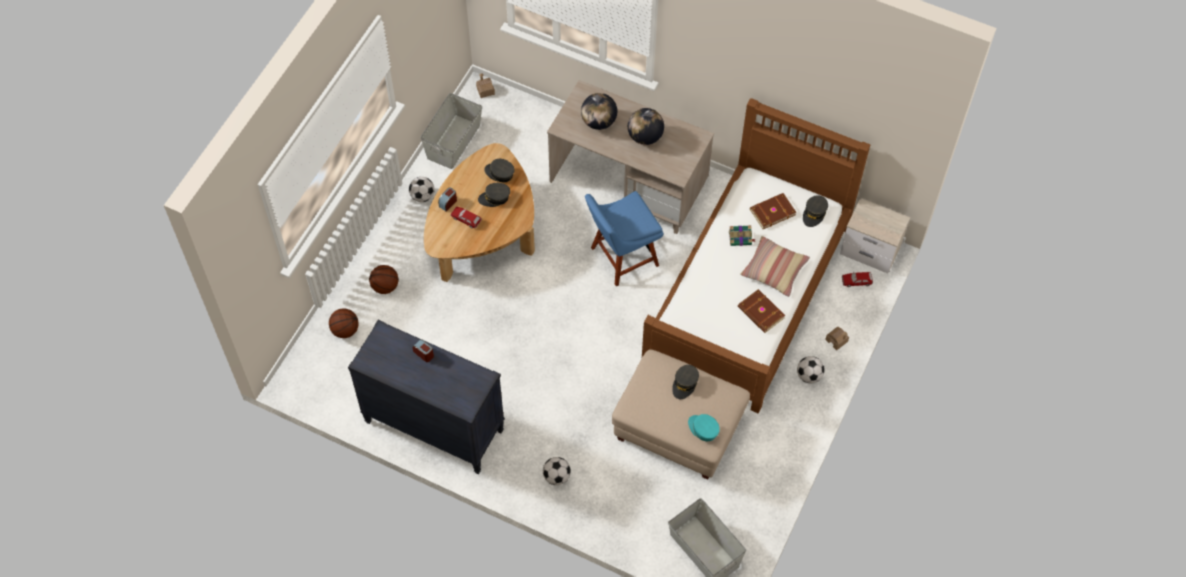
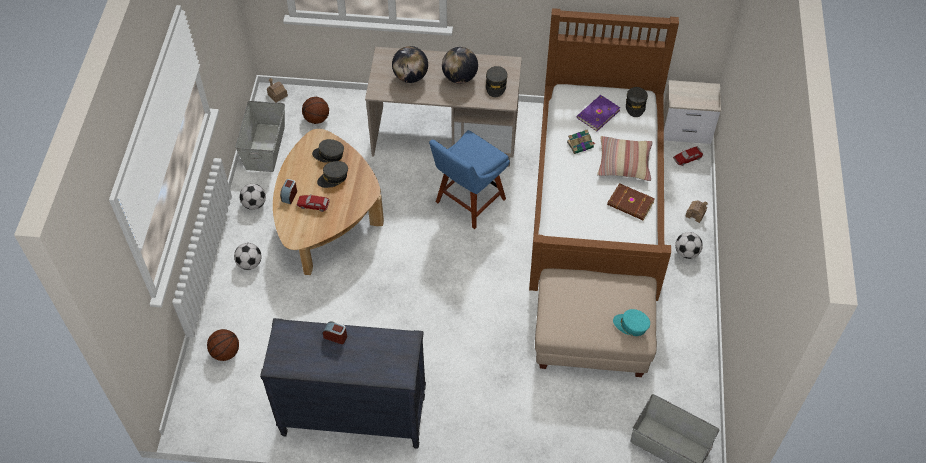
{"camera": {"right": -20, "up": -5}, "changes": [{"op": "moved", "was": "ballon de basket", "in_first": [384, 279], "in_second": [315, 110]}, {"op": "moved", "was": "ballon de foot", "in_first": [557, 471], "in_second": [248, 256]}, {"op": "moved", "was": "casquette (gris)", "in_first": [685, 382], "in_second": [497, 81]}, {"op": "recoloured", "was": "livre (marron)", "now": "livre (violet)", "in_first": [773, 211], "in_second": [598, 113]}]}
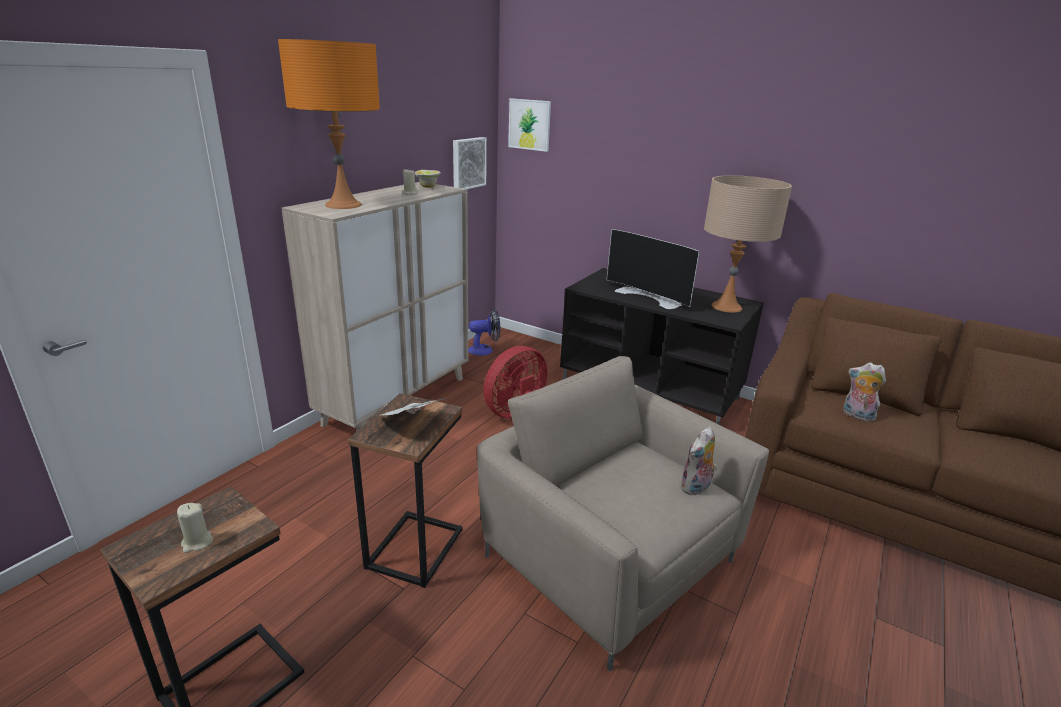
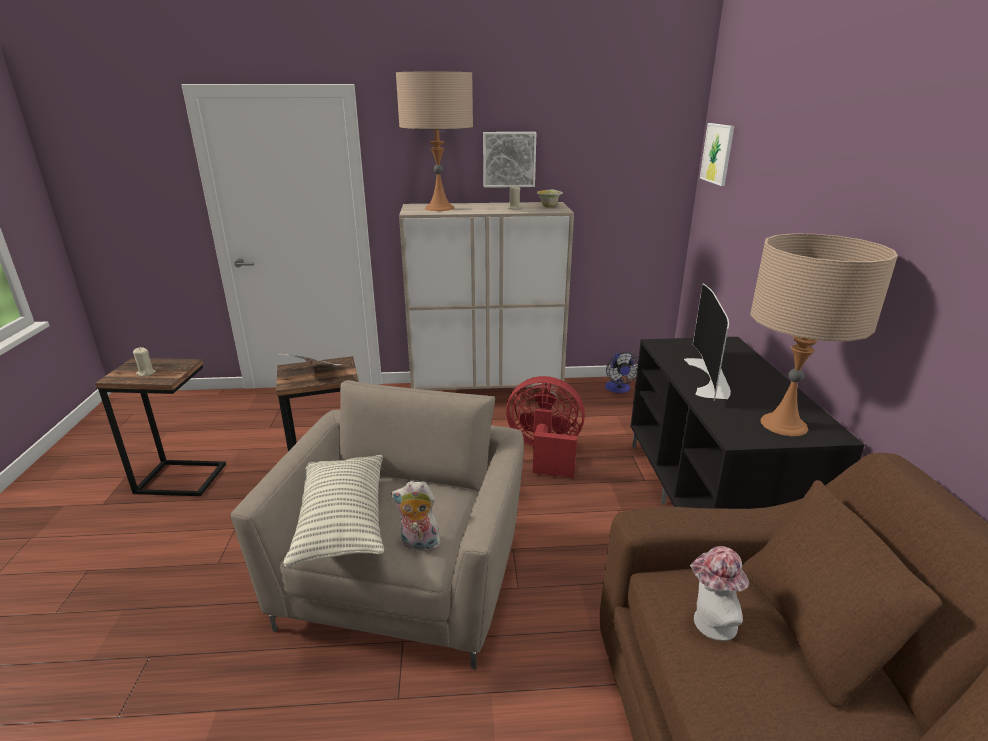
{"camera": {"right": 55, "up": 0}, "changes": [{"op": "recoloured", "was": "lampe de table (orange)", "now": "lampe de table (beige)", "in_first": [329, 124], "in_second": [434, 141]}, {"op": "moved", "was": "tableau", "in_first": [470, 163], "in_second": [510, 160]}, {"op": "turned", "was": "ventilateur", "in_first": [484, 332], "in_second": [621, 372], "clockwise": 45}, {"op": "replaced", "was": "peluche", "now": "chapeau", "in_first": [864, 392], "in_second": [719, 593]}, {"op": "added", "now": "coussin", "in_second": [334, 511]}]}
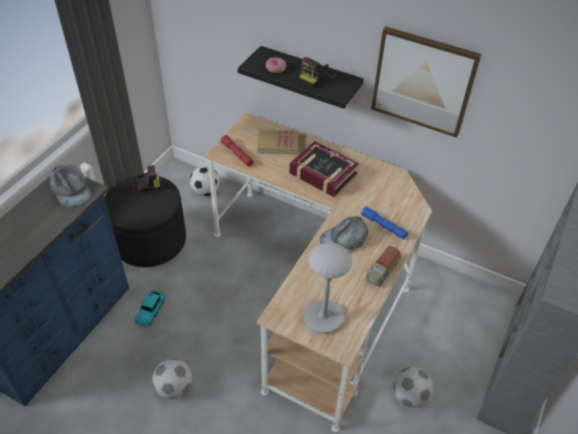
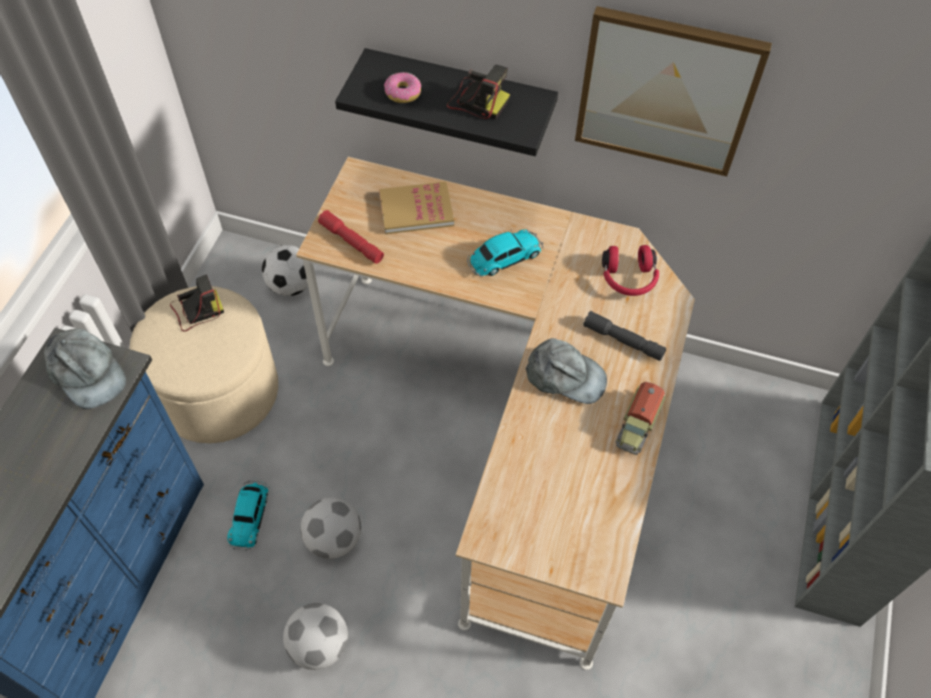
{"camera": {"right": -10, "up": 10}, "changes": [{"op": "recoloured", "was": "pouf (noir)", "now": "pouf (beige)", "in_first": [145, 221], "in_second": [204, 364]}, {"op": "replaced", "was": "livre", "now": "petite voiture", "in_first": [324, 169], "in_second": [505, 253]}, {"op": "turned", "was": "appareil photo", "in_first": [317, 72], "in_second": [478, 92], "clockwise": -90}, {"op": "removed", "was": "lampe de table (gris)", "in_first": [328, 288]}, {"op": "turned", "was": "casquette (gris)", "in_first": [344, 233], "in_second": [566, 371], "clockwise": -120}, {"op": "recoloured", "was": "lampe de poche (bleu)", "now": "lampe de poche (gris)", "in_first": [384, 222], "in_second": [624, 336]}, {"op": "moved", "was": "ballon de foot", "in_first": [413, 387], "in_second": [330, 528]}, {"op": "added", "now": "casque audio (rouge)", "in_second": [630, 270]}]}
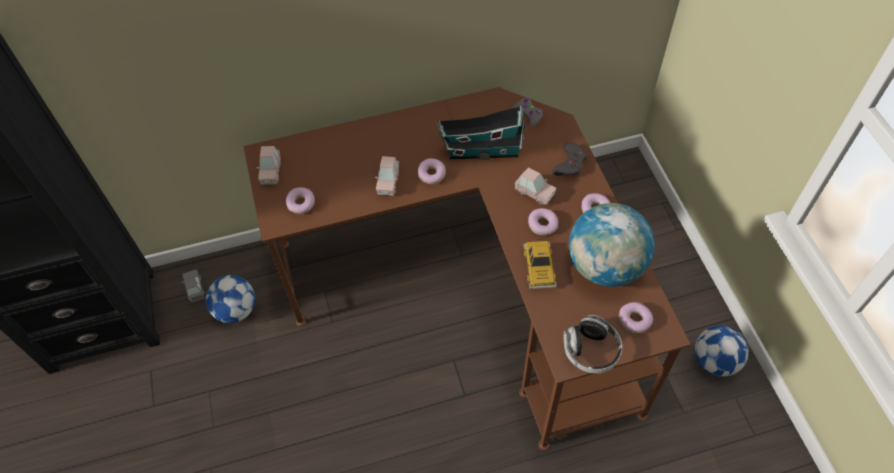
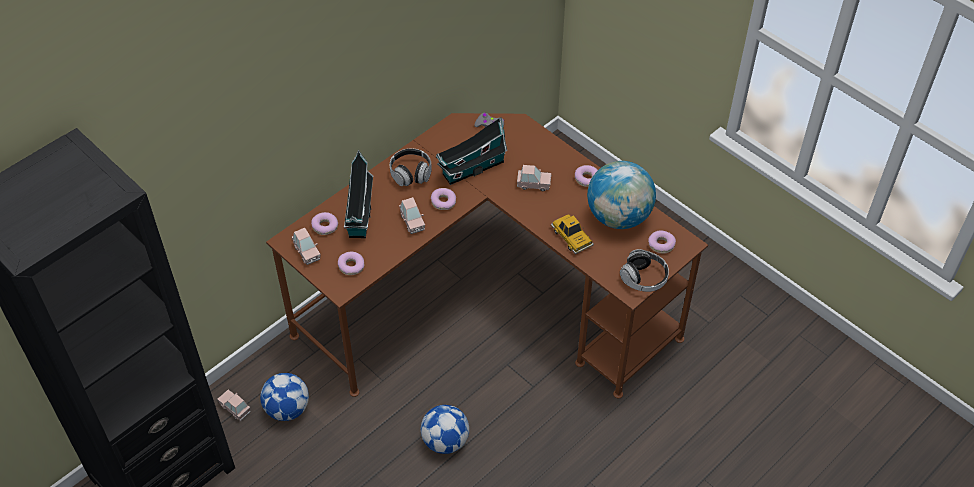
{"camera": {"right": -30, "up": -5}, "changes": [{"op": "recoloured", "was": "petite voiture (gris)", "now": "petite voiture (rose)", "in_first": [193, 286], "in_second": [234, 405]}, {"op": "moved", "was": "beignet", "in_first": [543, 221], "in_second": [324, 223]}, {"op": "removed", "was": "manette (gris)", "in_first": [569, 159]}, {"op": "moved", "was": "ballon de foot", "in_first": [721, 351], "in_second": [445, 429]}, {"op": "added", "now": "maison miniature", "in_second": [358, 194]}, {"op": "added", "now": "casque audio", "in_second": [411, 167]}]}
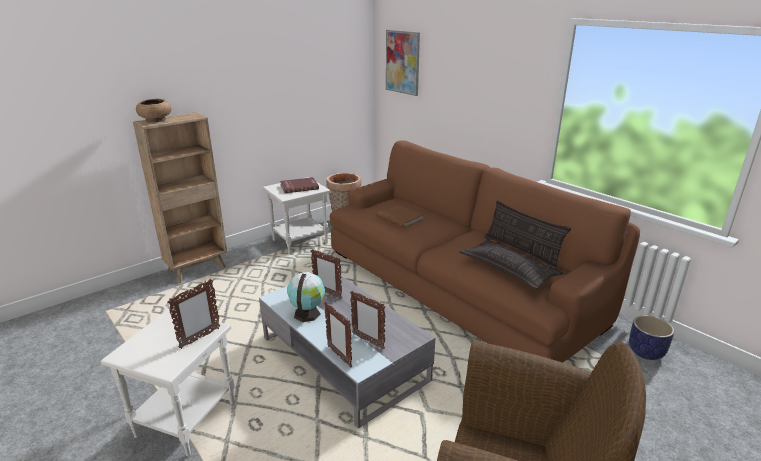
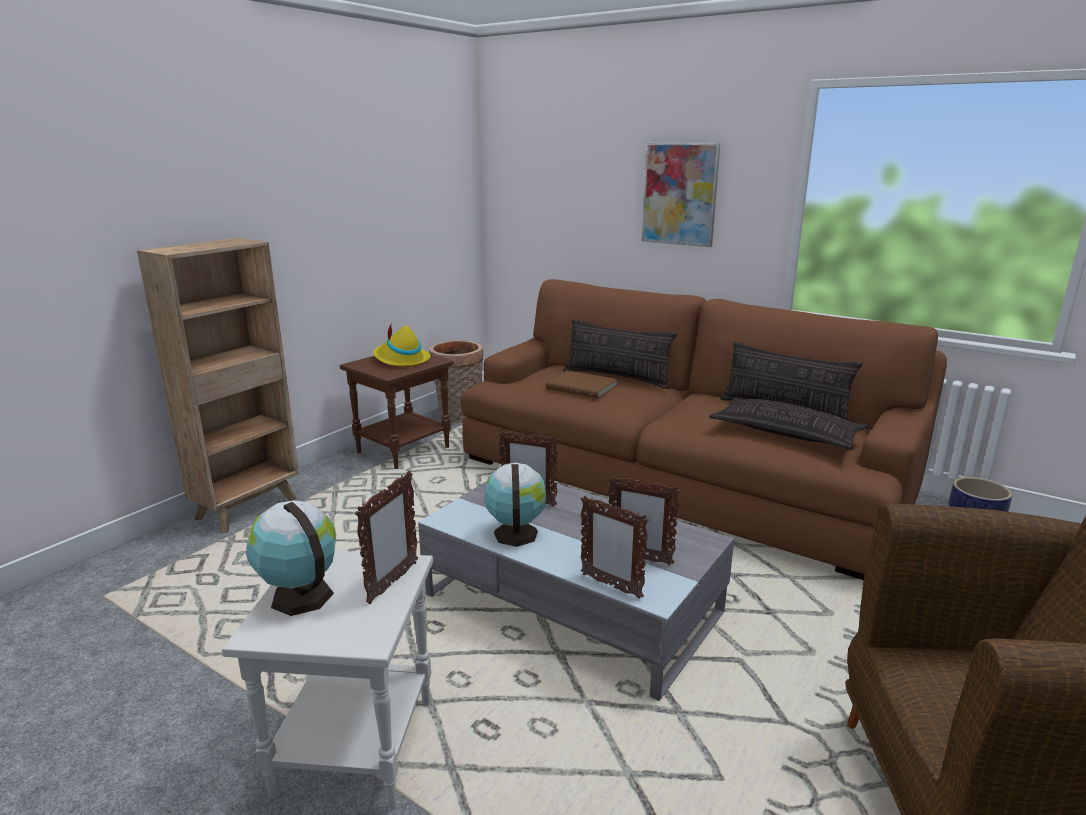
{"camera": {"right": -15, "up": -5}, "changes": [{"op": "removed", "was": "bol (marron)", "in_first": [153, 111]}, {"op": "recoloured", "was": "table d'appoint (blanc)", "now": "table d'appoint (marron)", "in_first": [296, 215], "in_second": [397, 411]}, {"op": "replaced", "was": "livre (rouge)", "now": "chapeau (jaune)", "in_first": [299, 185], "in_second": [402, 346]}, {"op": "moved", "was": "tableau", "in_first": [403, 63], "in_second": [681, 194]}, {"op": "added", "now": "globe", "in_second": [291, 558]}, {"op": "added", "now": "coussin", "in_second": [620, 354]}]}
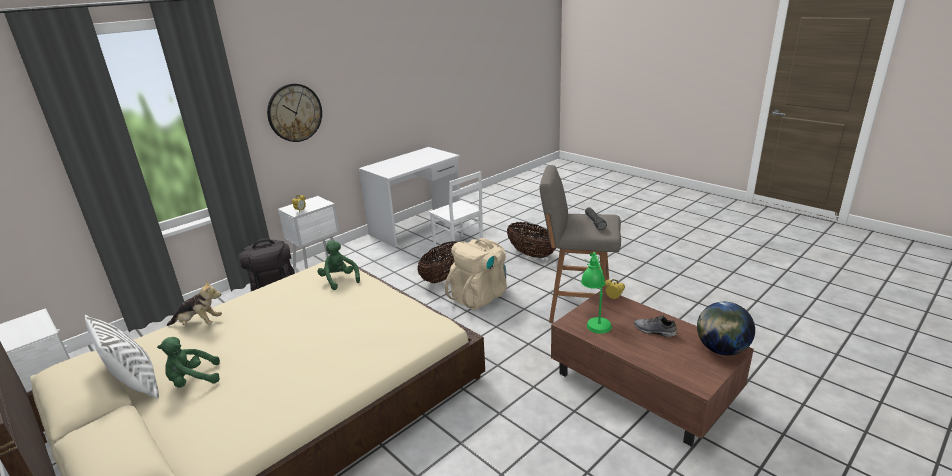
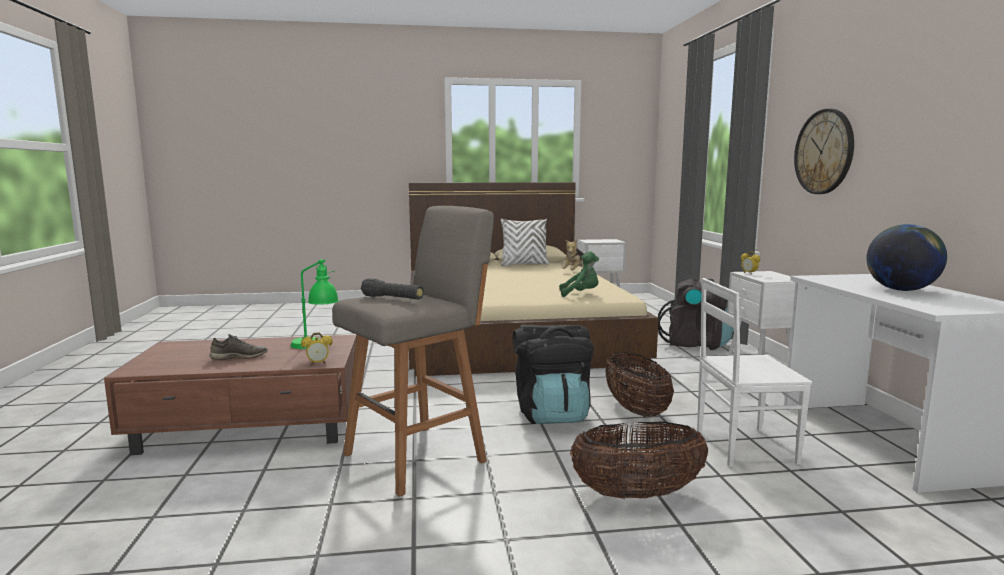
{"camera": {"right": 125, "up": -15}, "changes": [{"op": "removed", "was": "peluche (vert)", "in_first": [188, 362]}, {"op": "recoloured", "was": "sac à dos (beige)", "now": "sac à dos (noir)", "in_first": [476, 274], "in_second": [553, 374]}, {"op": "moved", "was": "globe", "in_first": [726, 328], "in_second": [906, 257]}]}
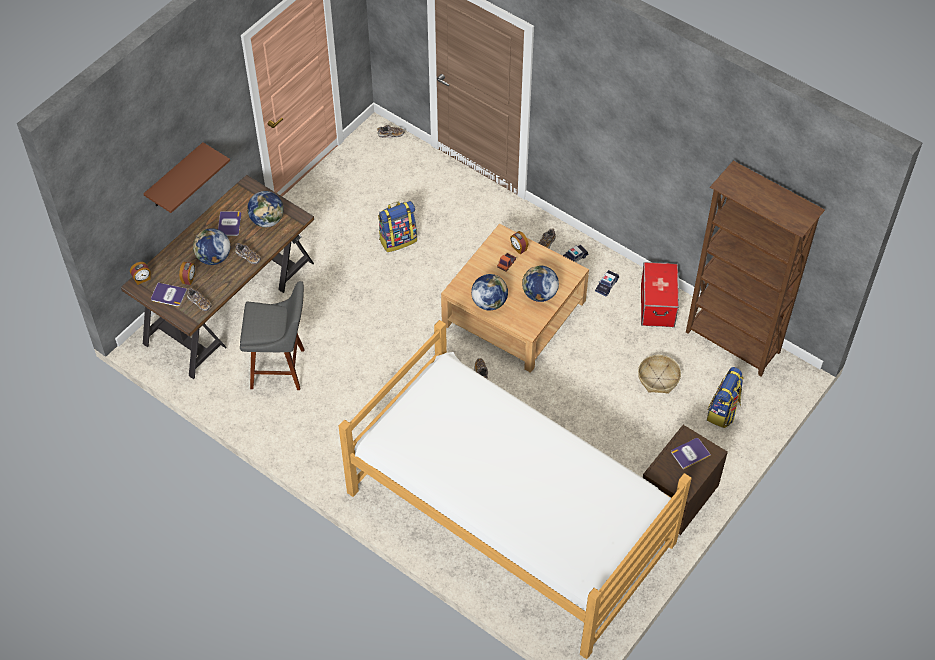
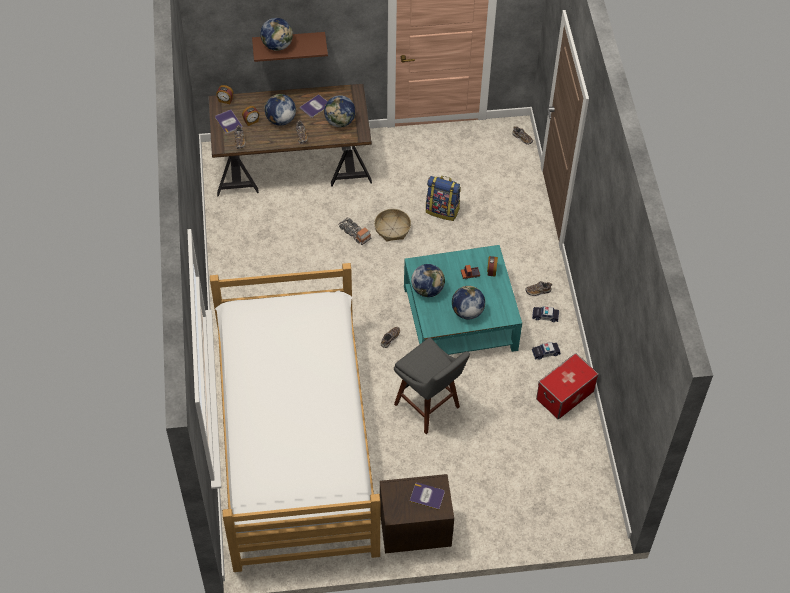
{"camera": {"right": 45, "up": 0}, "changes": [{"op": "moved", "was": "tabouret (gris)", "in_first": [272, 335], "in_second": [432, 385]}, {"op": "recoloured", "was": "table basse (beige)", "now": "table basse (turquoise)", "in_first": [515, 298], "in_second": [463, 300]}, {"op": "moved", "was": "panier", "in_first": [659, 374], "in_second": [392, 225]}, {"op": "removed", "was": "bibliothèque (marron)", "in_first": [755, 268]}, {"op": "removed", "was": "sac à dos", "in_first": [725, 397]}, {"op": "added", "now": "globe", "in_second": [276, 34]}, {"op": "added", "now": "camion jouet", "in_second": [354, 231]}]}
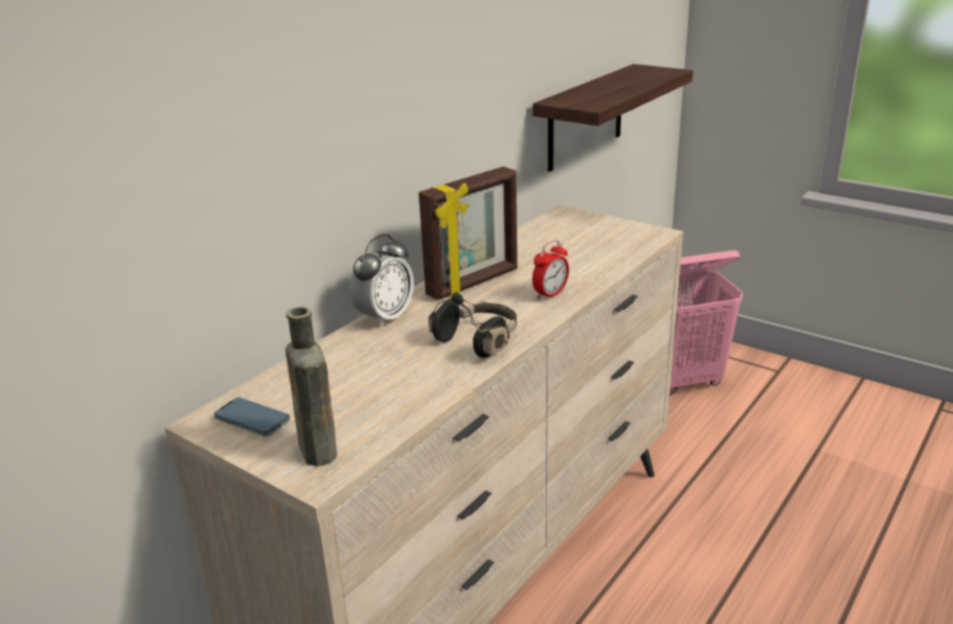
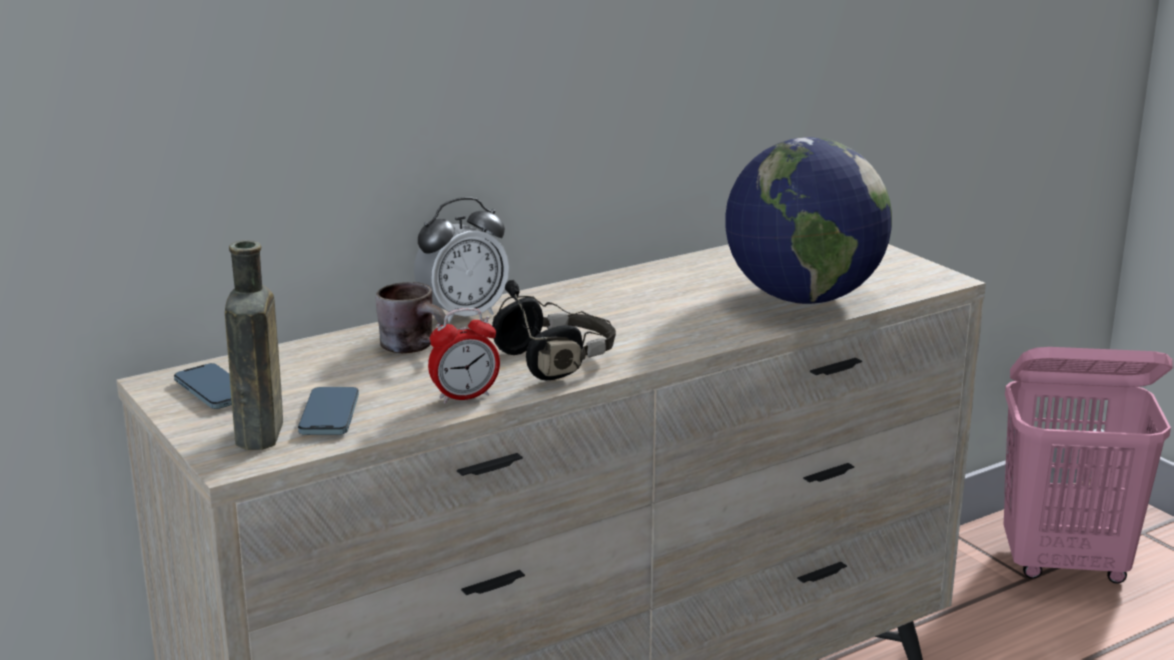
{"camera": {"right": 20, "up": -5}, "changes": [{"op": "removed", "was": "cadre photo", "in_first": [468, 233]}, {"op": "moved", "was": "réveil", "in_first": [550, 270], "in_second": [464, 355]}, {"op": "removed", "was": "étagère", "in_first": [613, 118]}, {"op": "added", "now": "téléphone", "in_second": [328, 411]}, {"op": "added", "now": "mug (marron)", "in_second": [412, 317]}, {"op": "added", "now": "globe", "in_second": [808, 220]}]}
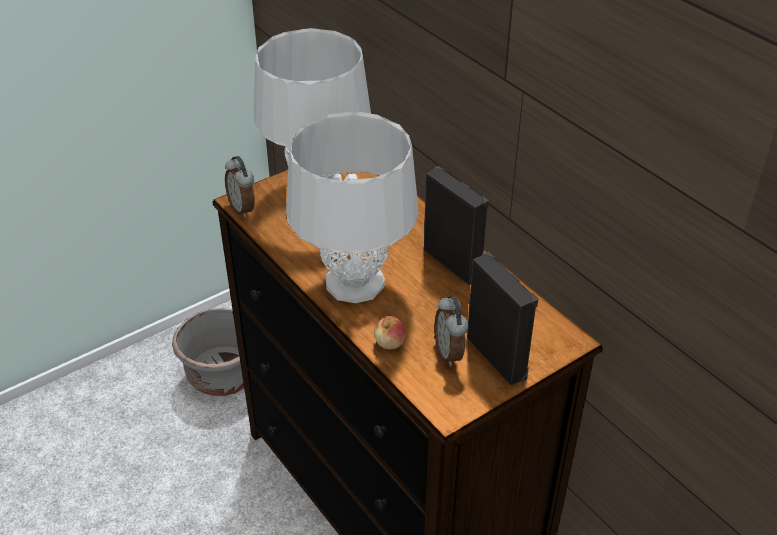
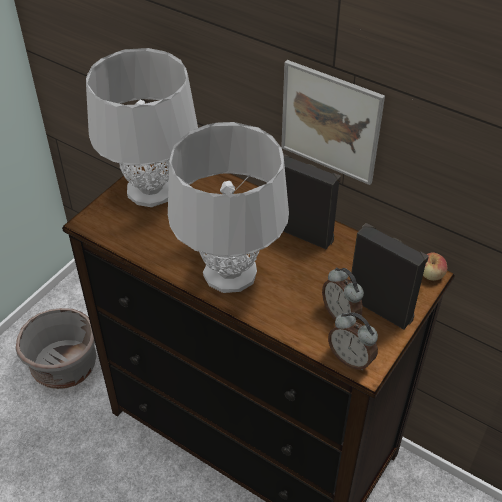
{"camera": {"right": -20, "up": 5}, "changes": [{"op": "moved", "was": "réveil", "in_first": [240, 187], "in_second": [353, 341]}, {"op": "moved", "was": "pomme", "in_first": [389, 332], "in_second": [435, 266]}, {"op": "added", "now": "tableau", "in_second": [333, 122]}]}
